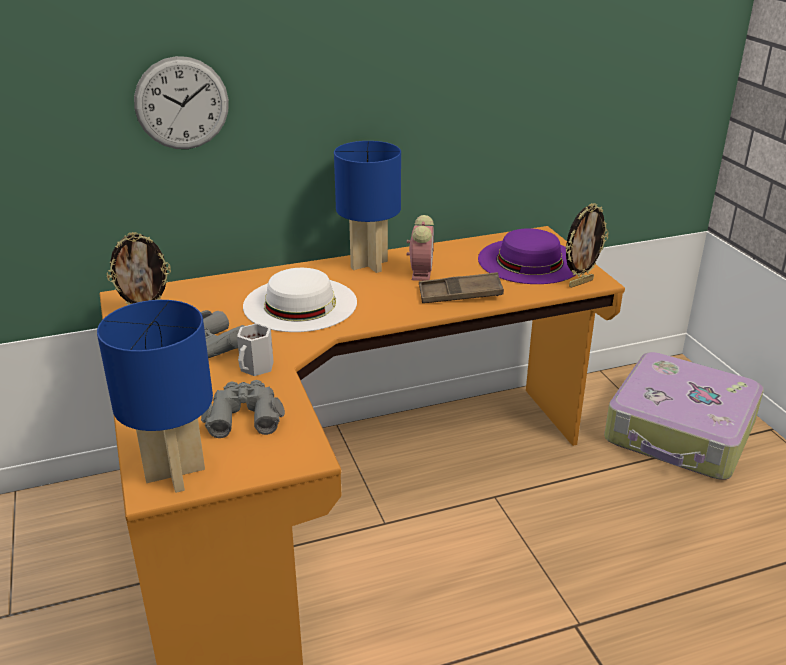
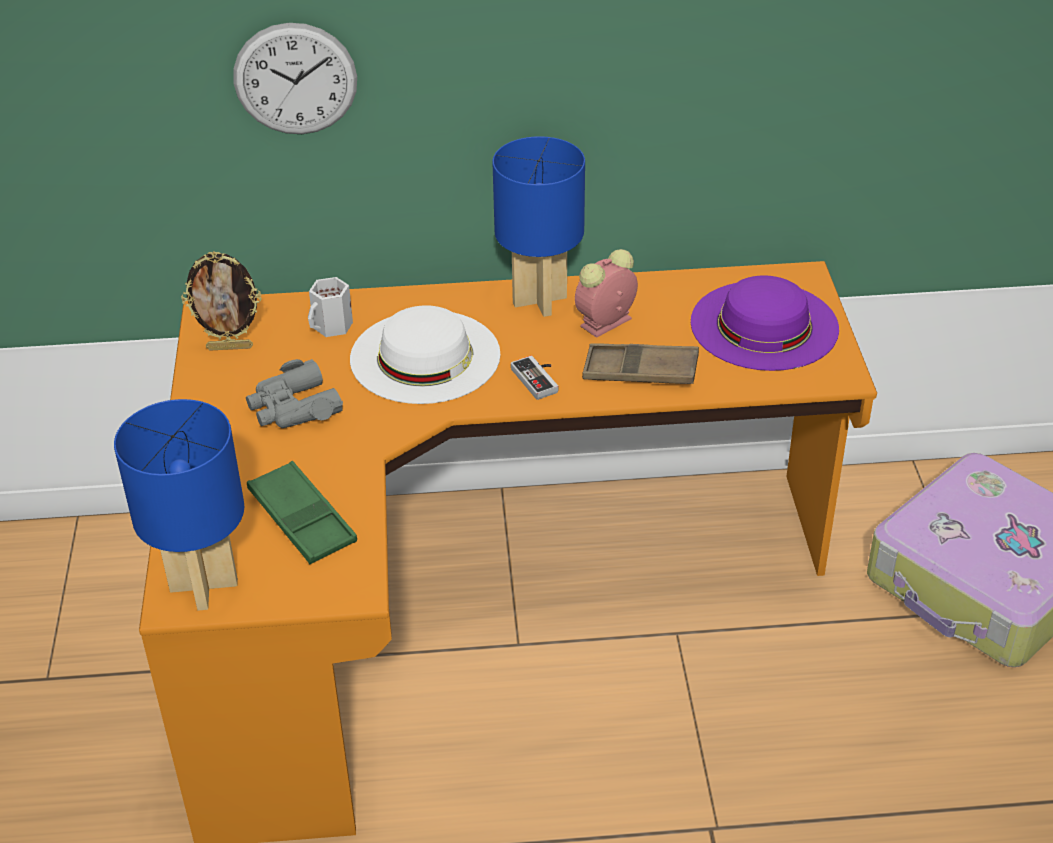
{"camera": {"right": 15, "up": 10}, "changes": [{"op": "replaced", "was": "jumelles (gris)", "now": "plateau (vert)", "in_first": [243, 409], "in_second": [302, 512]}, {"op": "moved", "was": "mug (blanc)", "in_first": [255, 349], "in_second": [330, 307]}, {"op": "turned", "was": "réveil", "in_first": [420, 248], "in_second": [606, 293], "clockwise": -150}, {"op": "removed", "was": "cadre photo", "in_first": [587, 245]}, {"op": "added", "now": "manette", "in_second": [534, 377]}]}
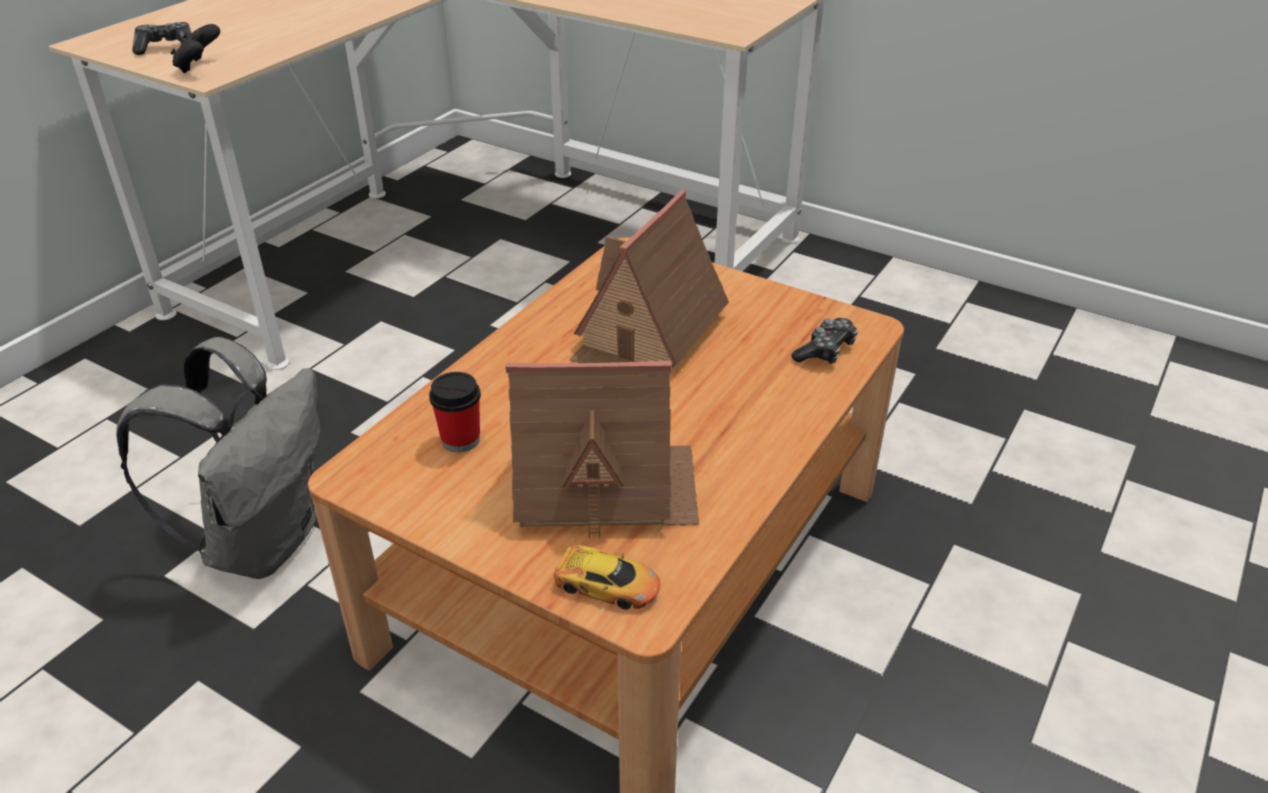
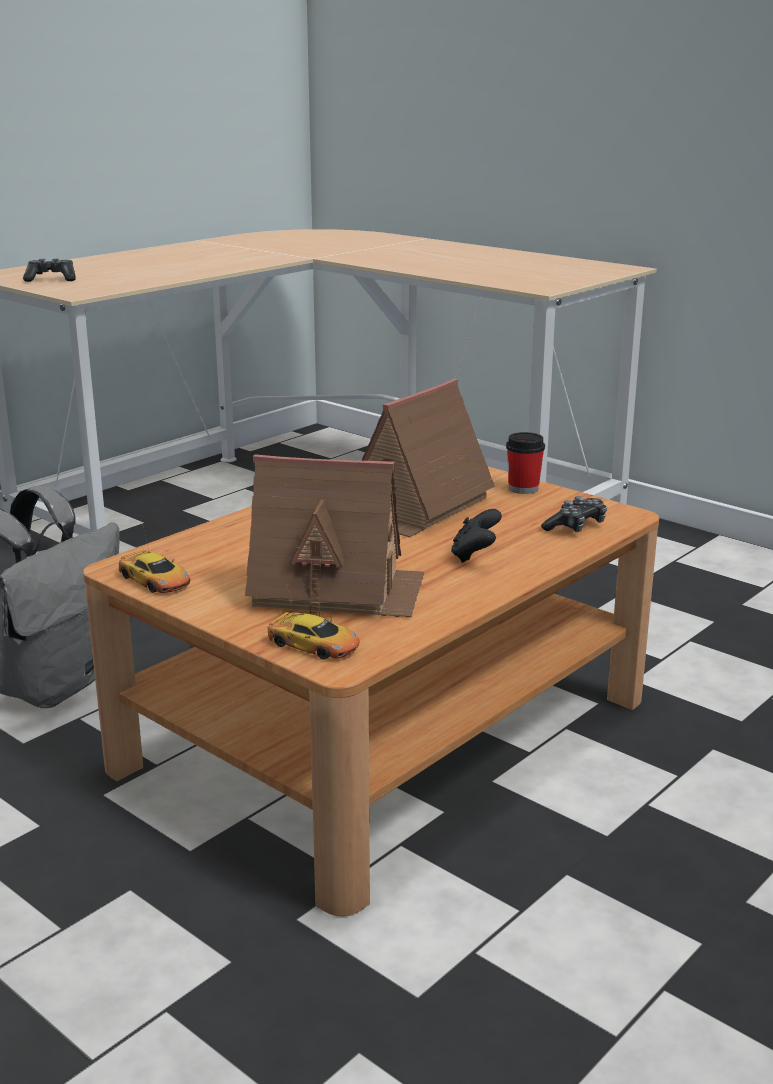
{"camera": {"right": 10, "up": -15}, "changes": [{"op": "moved", "was": "manette (noir)", "in_first": [195, 48], "in_second": [476, 536]}, {"op": "moved", "was": "tasse", "in_first": [455, 412], "in_second": [525, 463]}, {"op": "added", "now": "petite voiture", "in_second": [154, 554]}]}
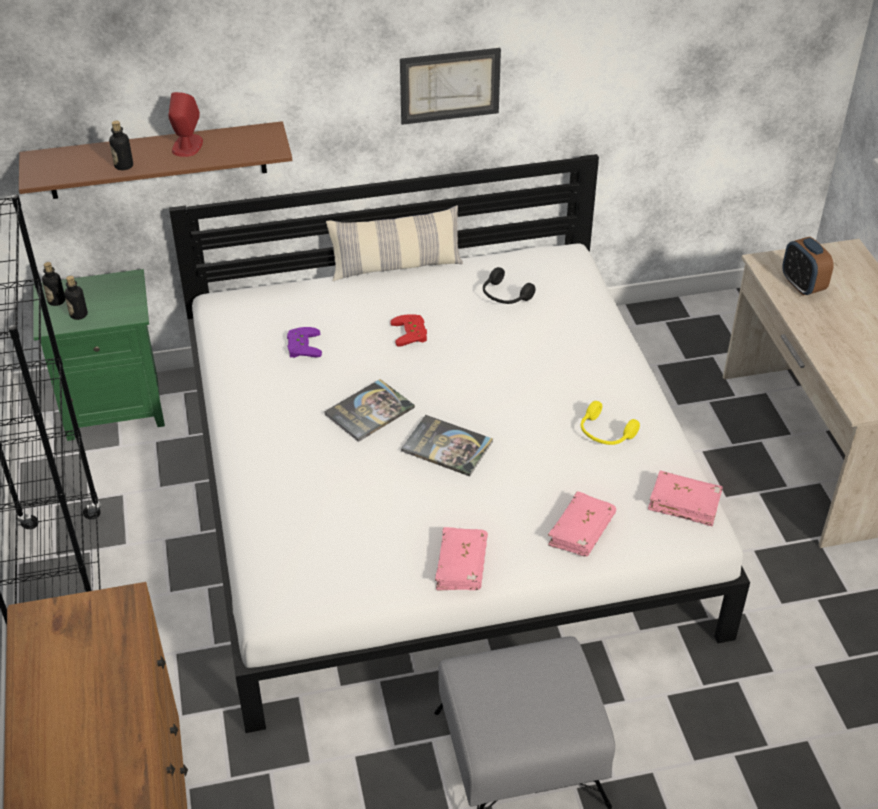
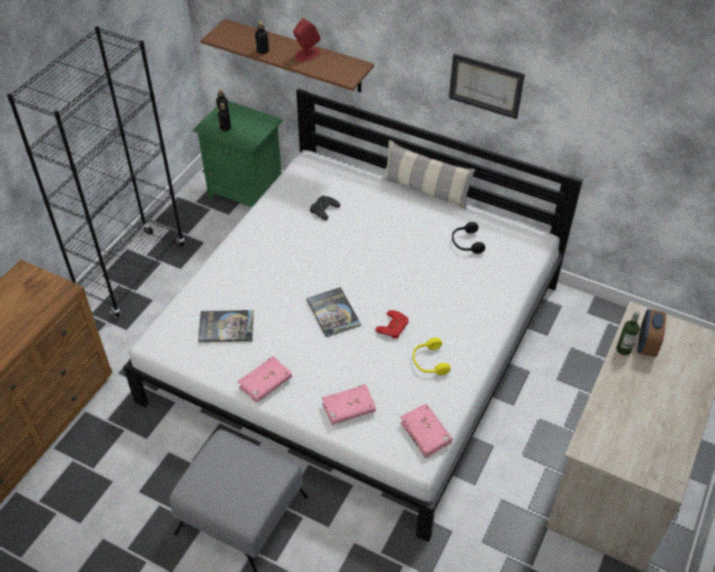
{"camera": {"right": 40, "up": 5}, "changes": [{"op": "recoloured", "was": "manette (violet)", "now": "manette (noir)", "in_first": [304, 342], "in_second": [325, 208]}, {"op": "moved", "was": "livre", "in_first": [369, 410], "in_second": [226, 326]}, {"op": "moved", "was": "manette (rouge)", "in_first": [408, 330], "in_second": [391, 324]}, {"op": "added", "now": "bouteille", "in_second": [628, 333]}]}
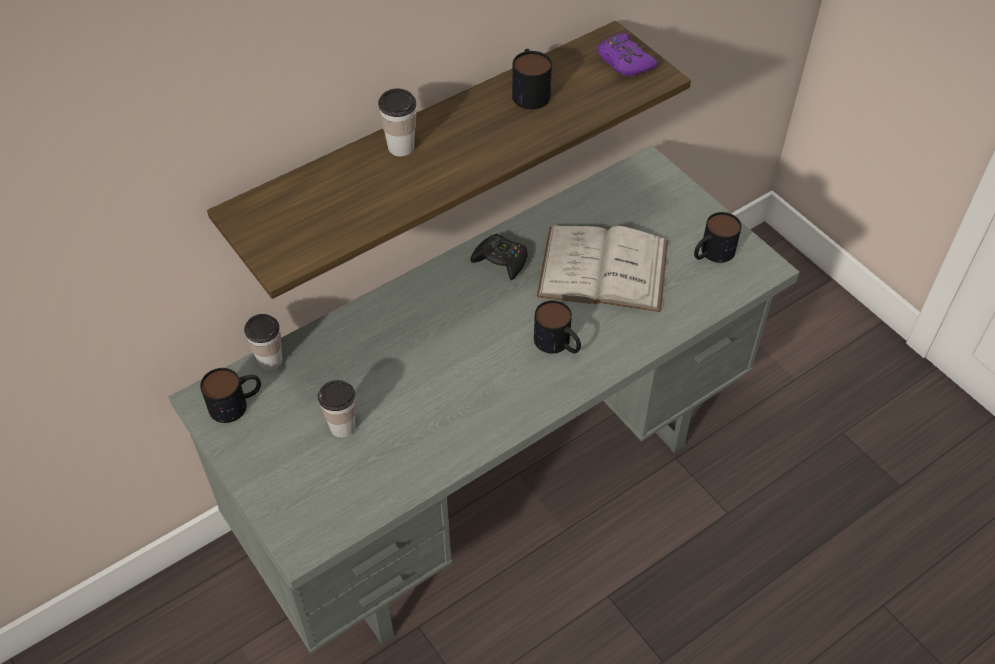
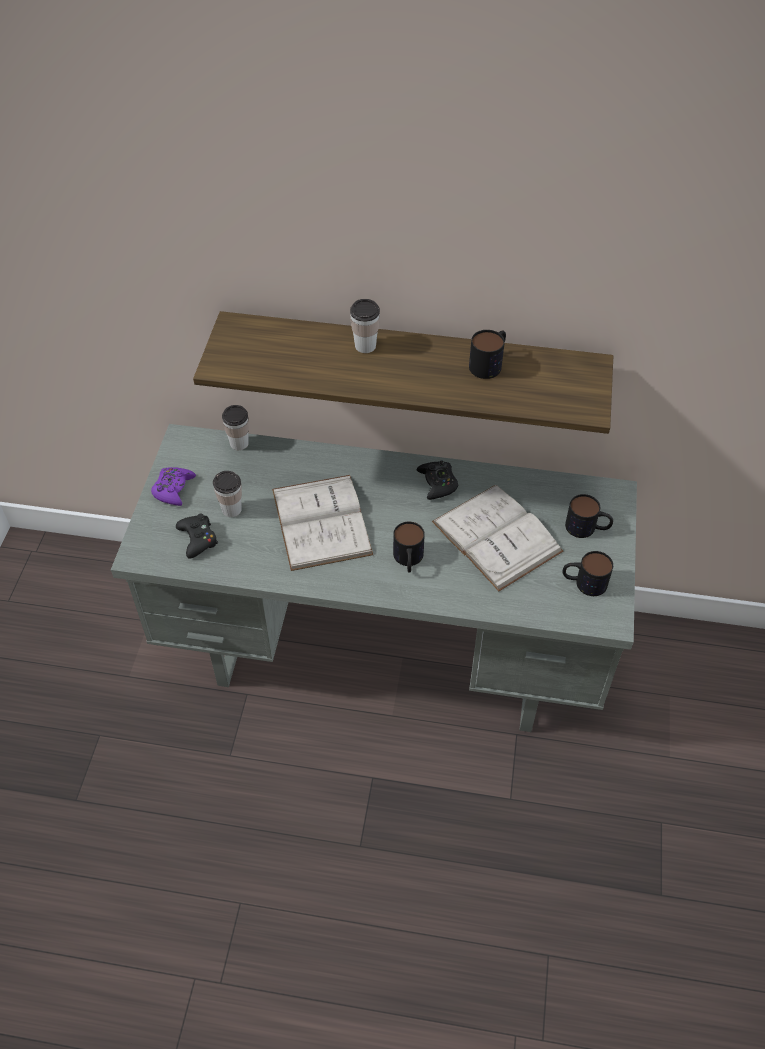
{"camera": {"right": 45, "up": 0}, "changes": [{"op": "moved", "was": "mug", "in_first": [230, 395], "in_second": [589, 516]}, {"op": "moved", "was": "manette (violet)", "in_first": [627, 54], "in_second": [173, 486]}, {"op": "added", "now": "manette (noir)", "in_second": [197, 536]}, {"op": "added", "now": "livre (blanc)", "in_second": [322, 523]}]}
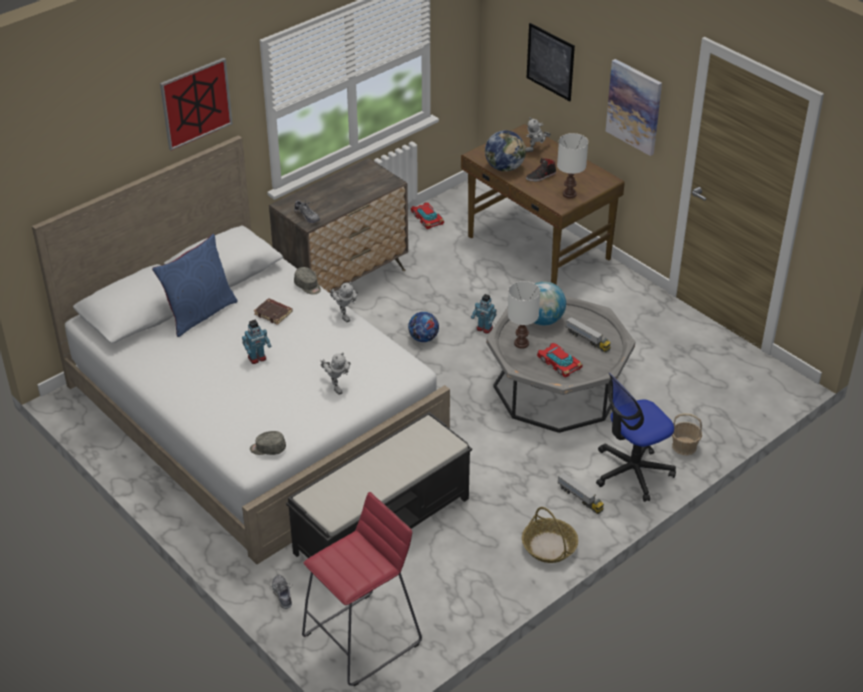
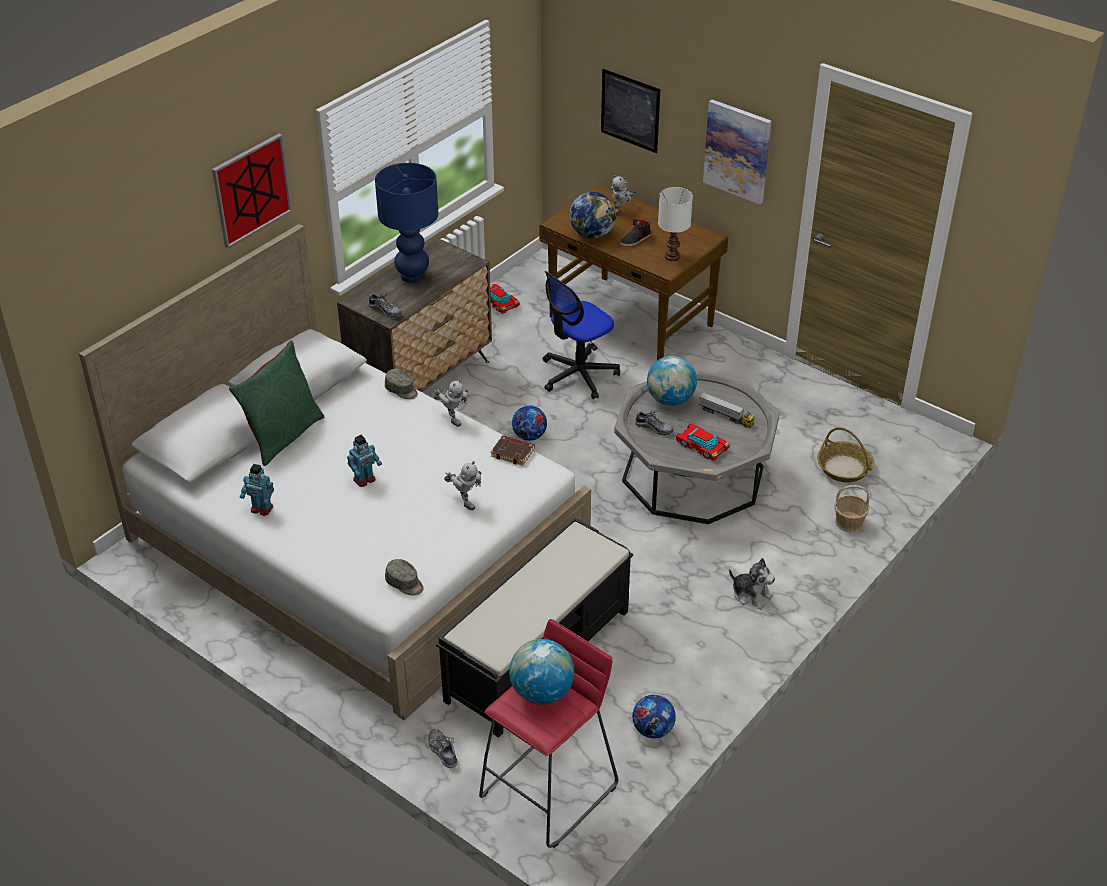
{"camera": {"right": -10, "up": 0}, "changes": [{"op": "recoloured", "was": "coussin (bleu)", "now": "coussin (vert)", "in_first": [195, 285], "in_second": [276, 403]}, {"op": "turned", "was": "casquette (gris)", "in_first": [268, 443], "in_second": [404, 577], "clockwise": -135}, {"op": "moved", "was": "livre (marron)", "in_first": [273, 311], "in_second": [512, 450]}, {"op": "moved", "was": "robot jouet", "in_first": [484, 314], "in_second": [257, 490]}, {"op": "replaced", "was": "lampe de table (blanc)", "now": "chaussure", "in_first": [523, 315], "in_second": [654, 423]}, {"op": "moved", "was": "panier", "in_first": [550, 535], "in_second": [845, 454]}, {"op": "replaced", "was": "camion jouet", "now": "peluche", "in_first": [581, 493], "in_second": [752, 584]}, {"op": "moved", "was": "chaise de bureau", "in_first": [636, 437], "in_second": [581, 335]}, {"op": "added", "now": "lampe de table (bleu)", "in_second": [406, 223]}, {"op": "added", "now": "globe", "in_second": [541, 672]}, {"op": "added", "now": "ballon de foot", "in_second": [654, 716]}]}
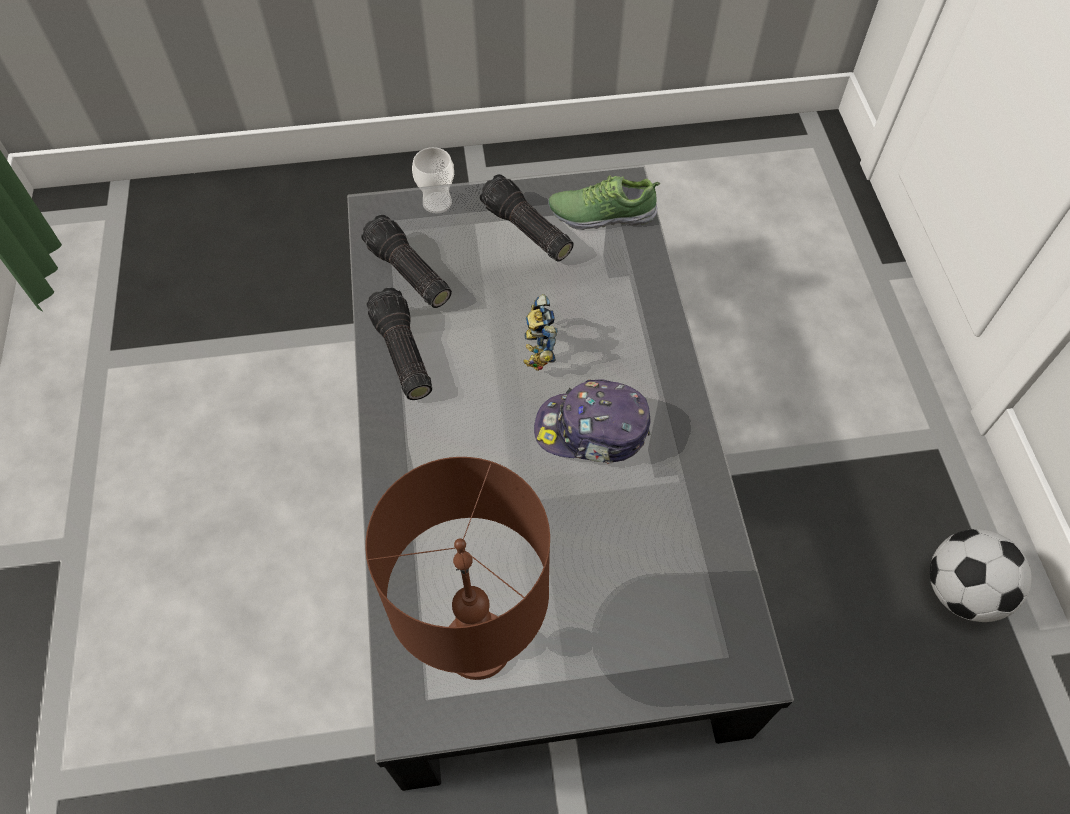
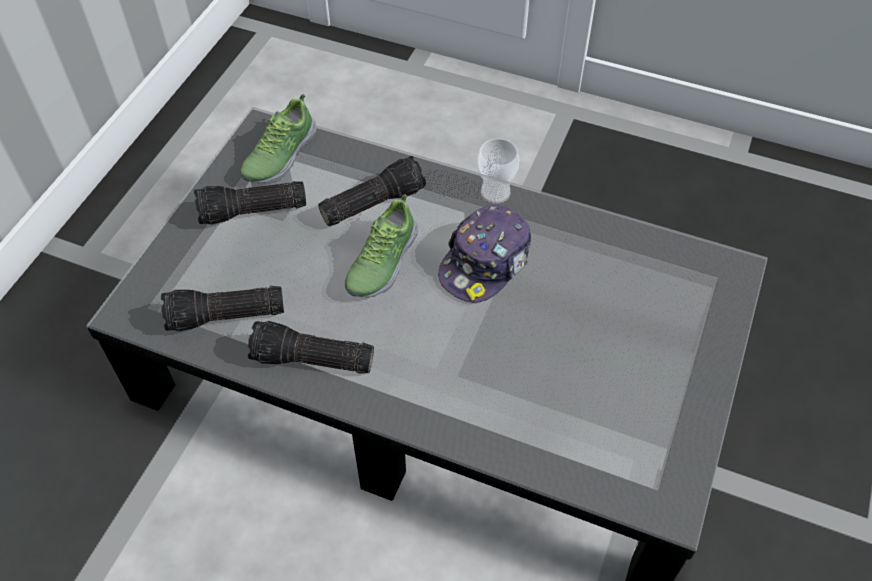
{"camera": {"right": -60, "up": -5}, "changes": [{"op": "removed", "was": "lampe de table (marron)", "in_first": [457, 568]}, {"op": "moved", "was": "tasse", "in_first": [433, 180], "in_second": [498, 171]}, {"op": "replaced", "was": "robot jouet", "now": "chaussure", "in_first": [541, 332], "in_second": [381, 246]}, {"op": "removed", "was": "ballon de foot", "in_first": [981, 575]}, {"op": "added", "now": "lampe de poche", "in_second": [372, 191]}]}
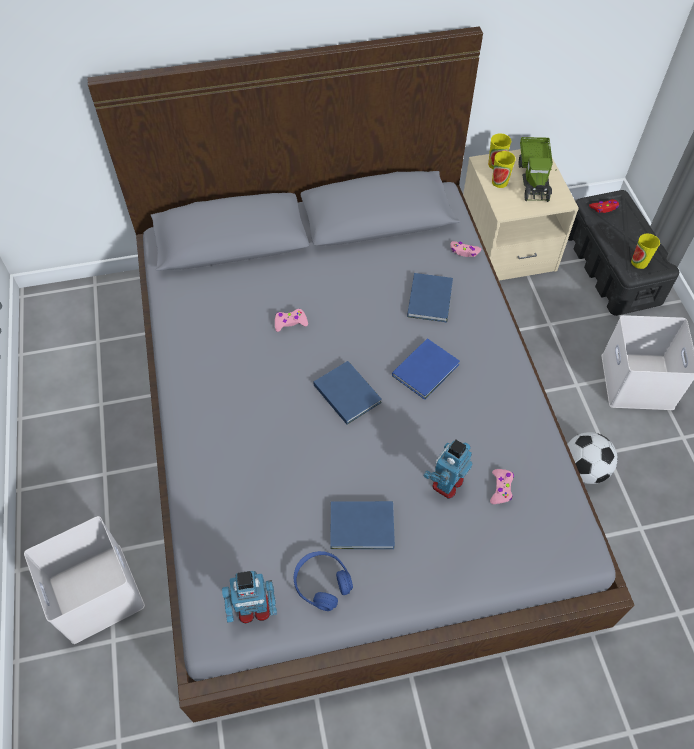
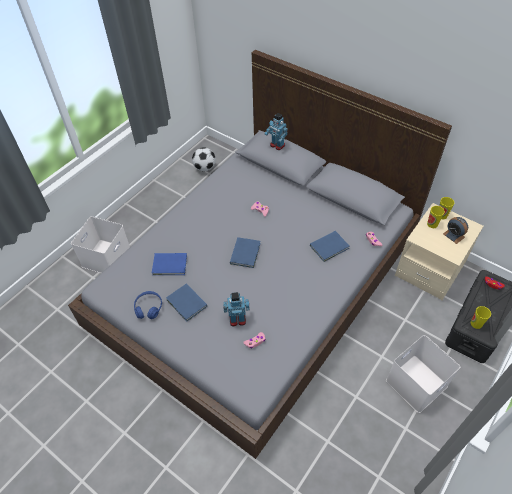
{"camera": {"right": 50, "up": -5}, "changes": [{"op": "moved", "was": "robot jouet", "in_first": [249, 597], "in_second": [276, 131]}, {"op": "moved", "was": "livre (bleu)", "in_first": [426, 369], "in_second": [169, 264]}, {"op": "replaced", "was": "camion jouet", "now": "réveil", "in_first": [537, 169], "in_second": [455, 230]}, {"op": "moved", "was": "ballon de foot", "in_first": [592, 458], "in_second": [204, 159]}]}
